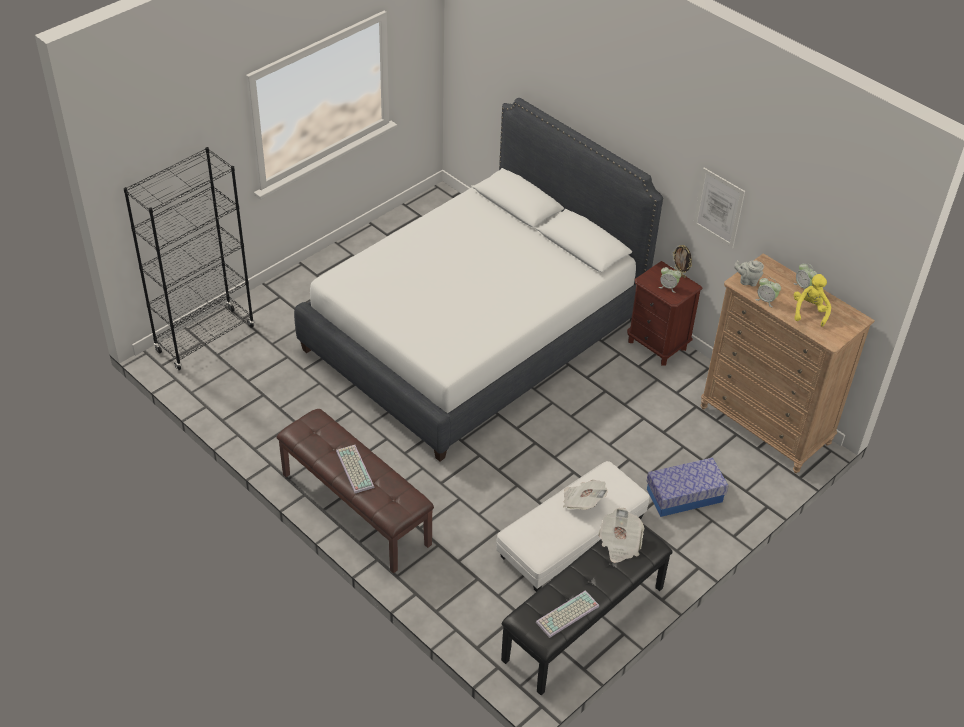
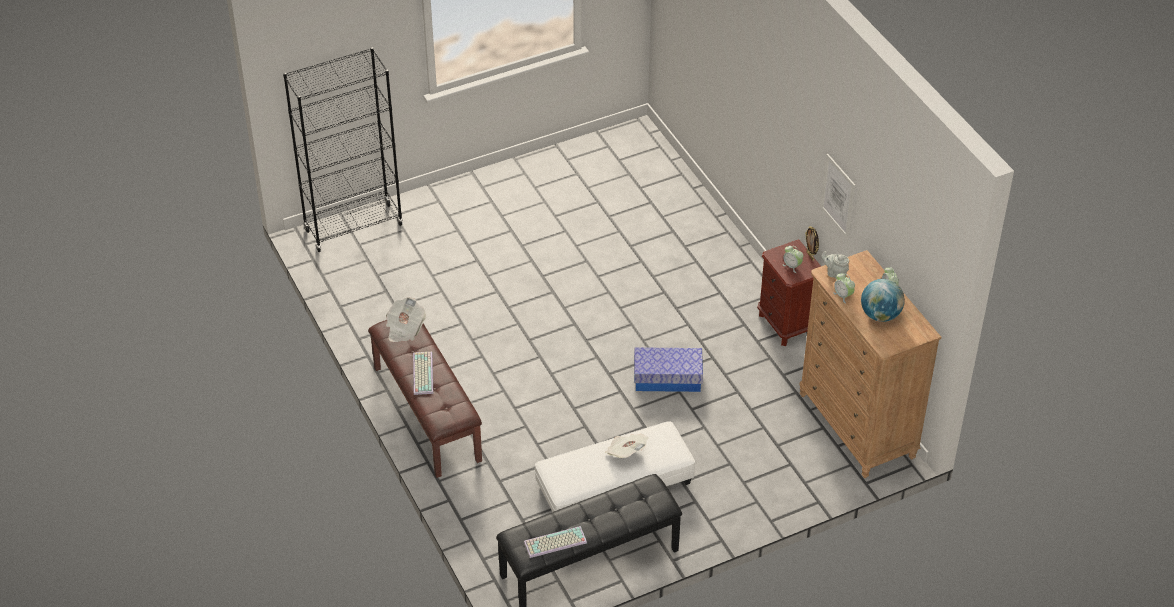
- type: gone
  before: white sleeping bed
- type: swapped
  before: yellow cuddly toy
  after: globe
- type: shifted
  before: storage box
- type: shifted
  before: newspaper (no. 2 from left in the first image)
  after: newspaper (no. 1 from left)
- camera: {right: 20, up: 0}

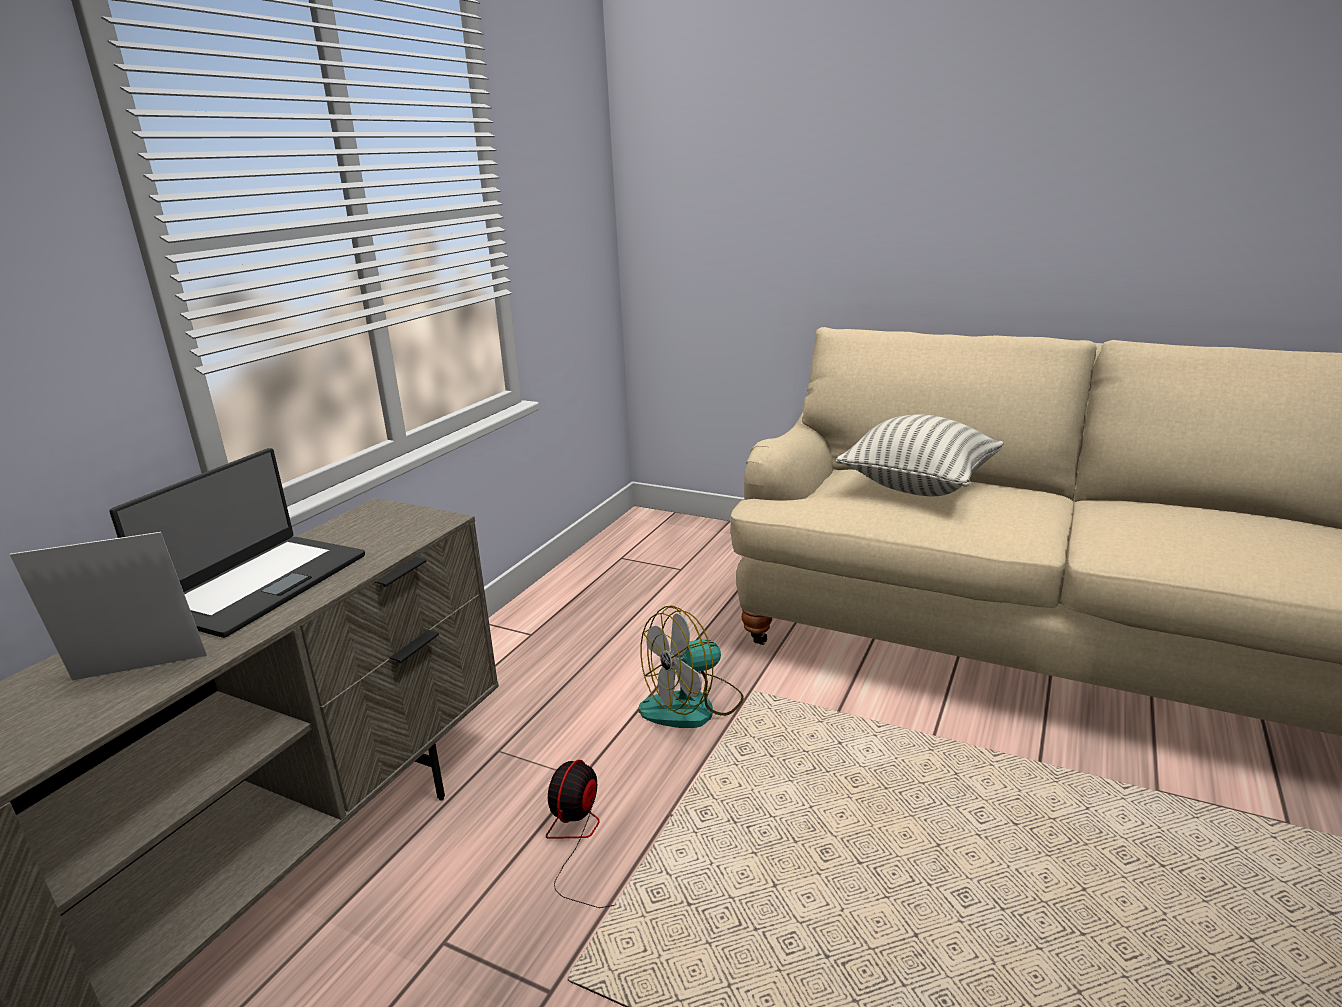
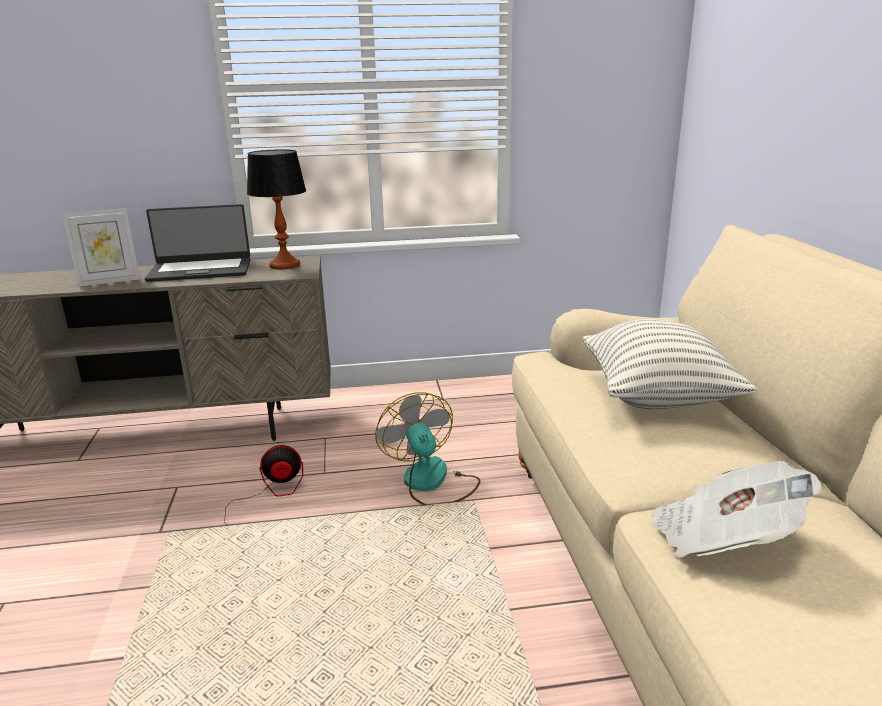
- type: rotated
  before: standing frame
  turn: 120
- type: rotated
  before: fan (no. 2 from left)
  turn: 45
- type: new
  after: table lamp
- type: new
  after: newspaper
- camera: {right: 55, up: 0}

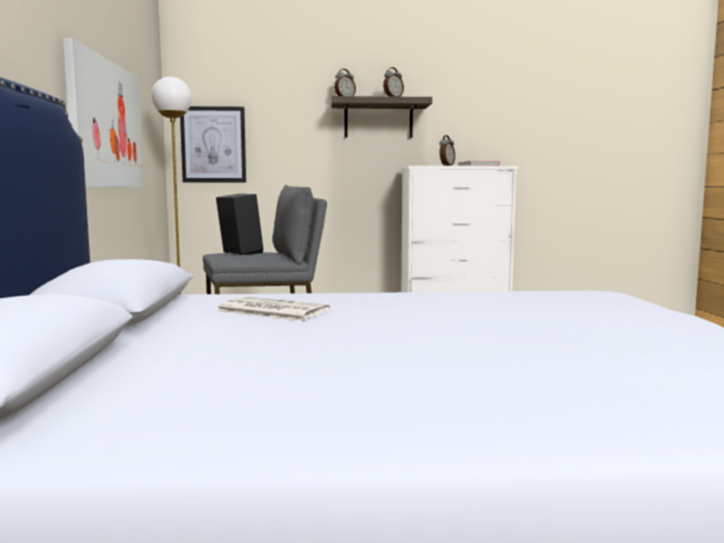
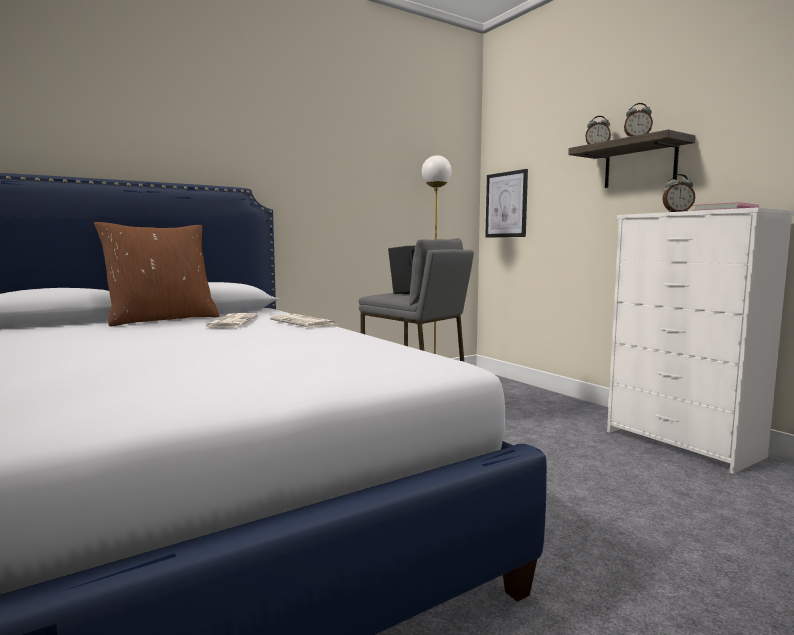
- type: gone
  before: wall art (no. 1 from left)
- type: new
  after: brownish cushion
- type: new
  after: newspaper (no. 2 from left)
- camera: {right: 60, up: 0}

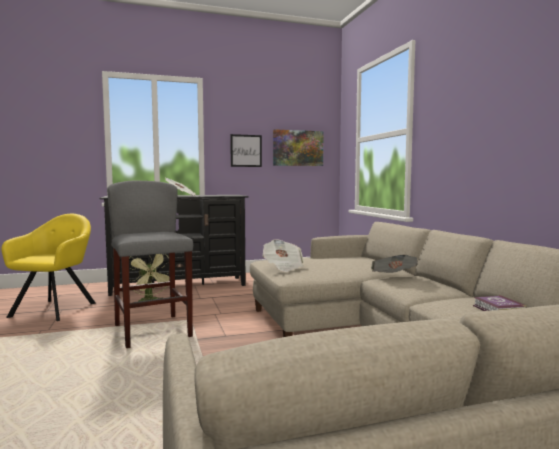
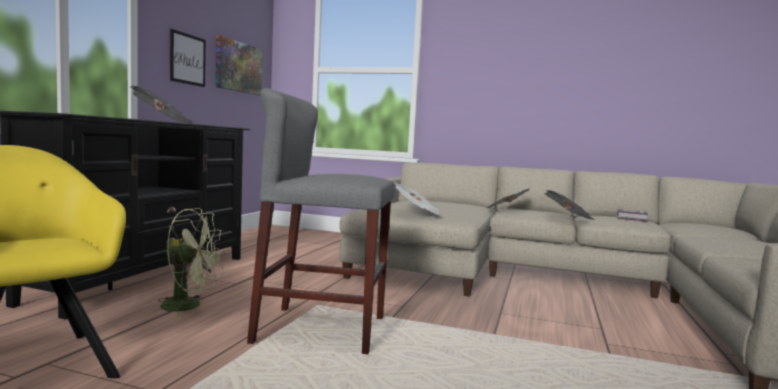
- type: new
  after: newspaper (no. 4 from left)
- camera: {right: -55, up: 0}

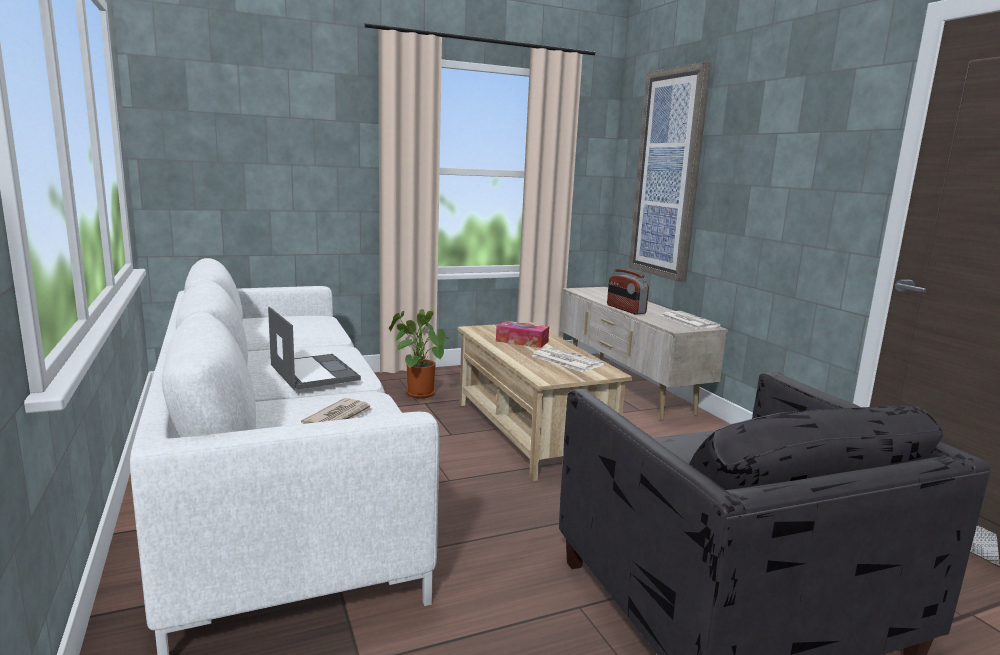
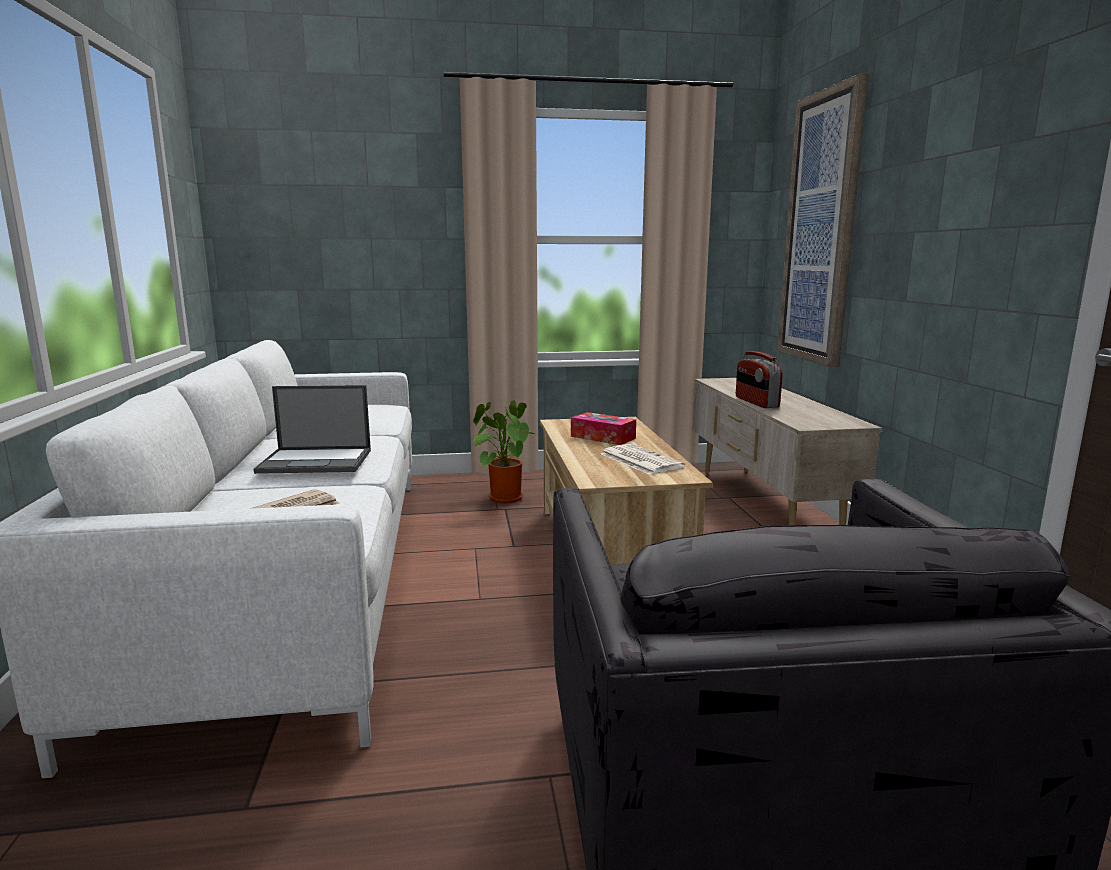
- type: rotated
  before: laptop
  turn: 105
- type: gone
  before: newspaper (no. 3 from left)
- camera: {right: 15, up: 0}

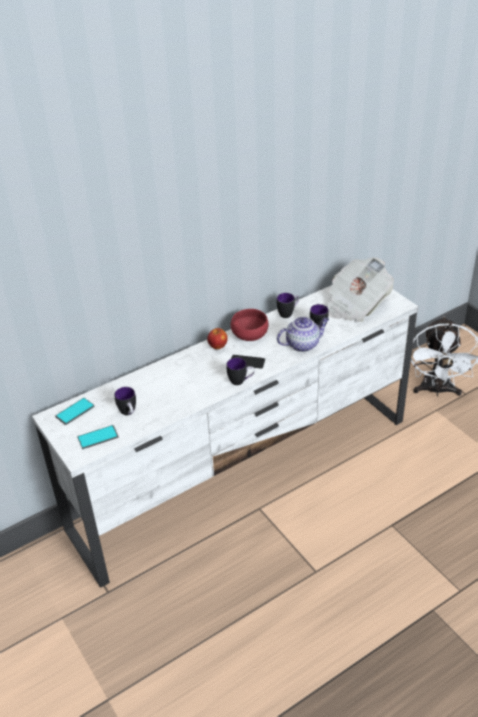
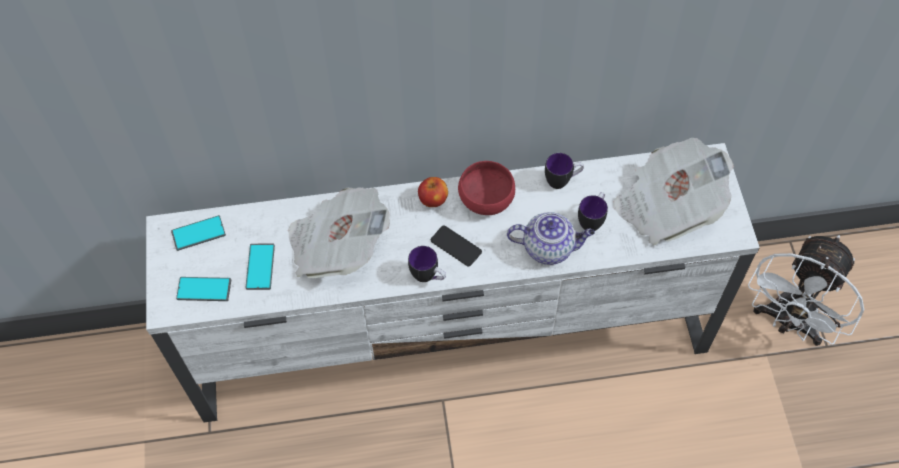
- type: swapped
  before: tea mug (no. 1 from left)
  after: phone (no. 3 from left)
- type: new
  after: newspaper (no. 1 from left)
- camera: {right: 25, up: 20}

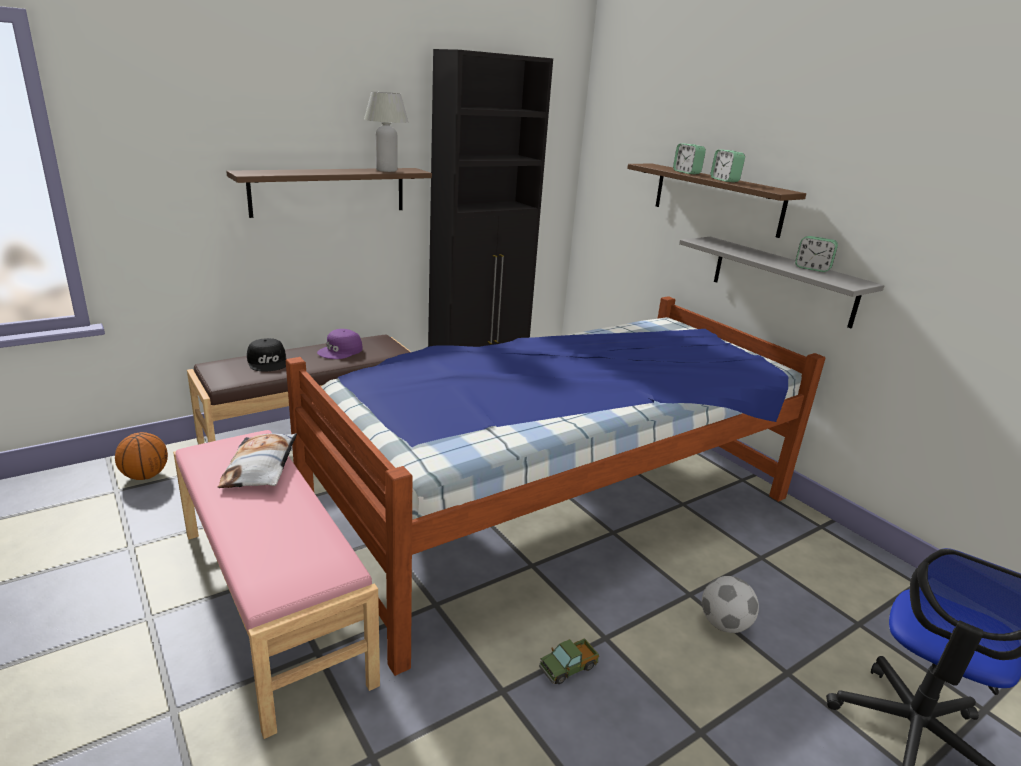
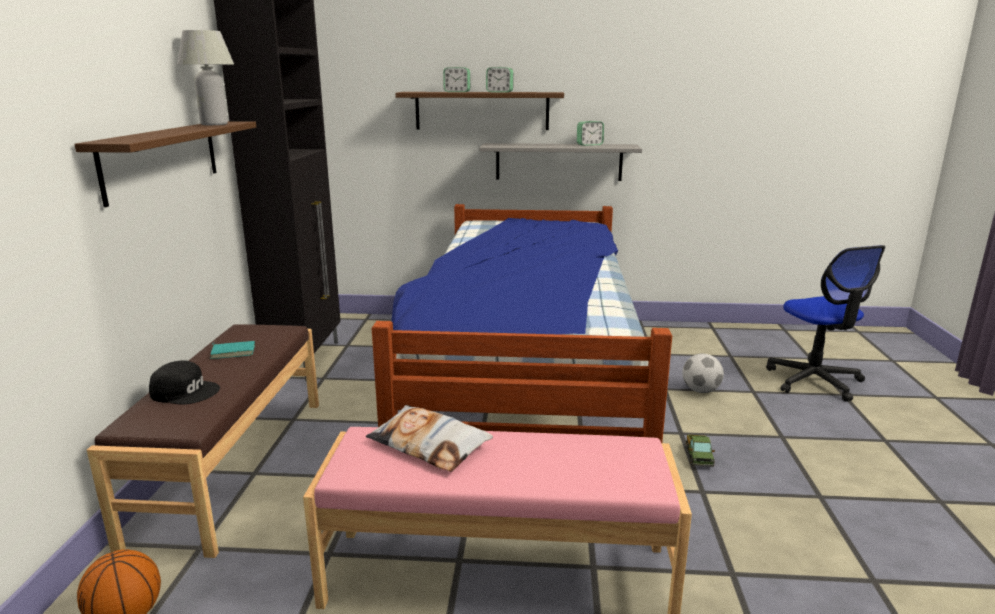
- type: swapped
  before: purplish cap
  after: turquoise volume
- camera: {right: -50, up: -5}

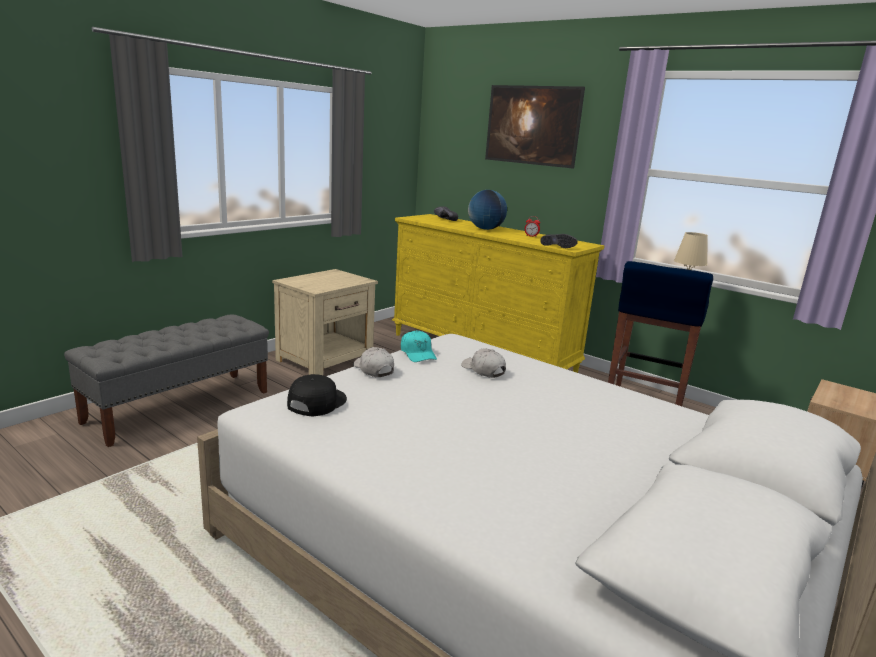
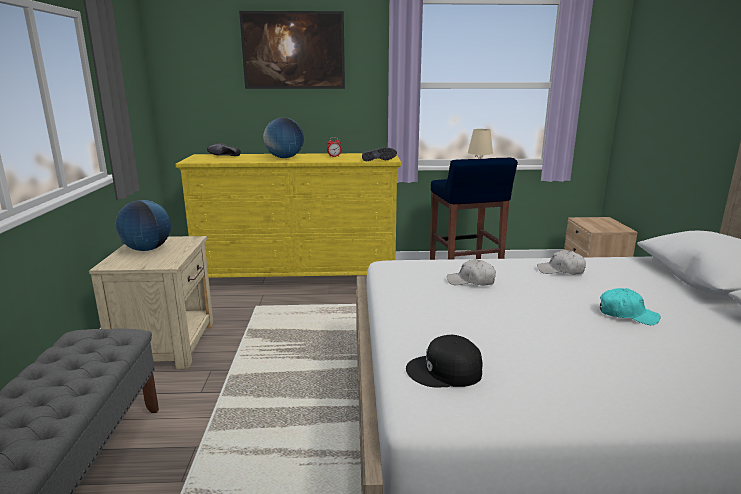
- type: shifted
  before: turquoise cap
- type: shifted
  before: white cap (no. 1 from left in the first image)
  after: white cap (no. 2 from left)
- type: rotated
  before: black-coloured cap
  turn: -75
- type: new
  after: globe (no. 1 from left)
- camera: {right: -40, up: 0}

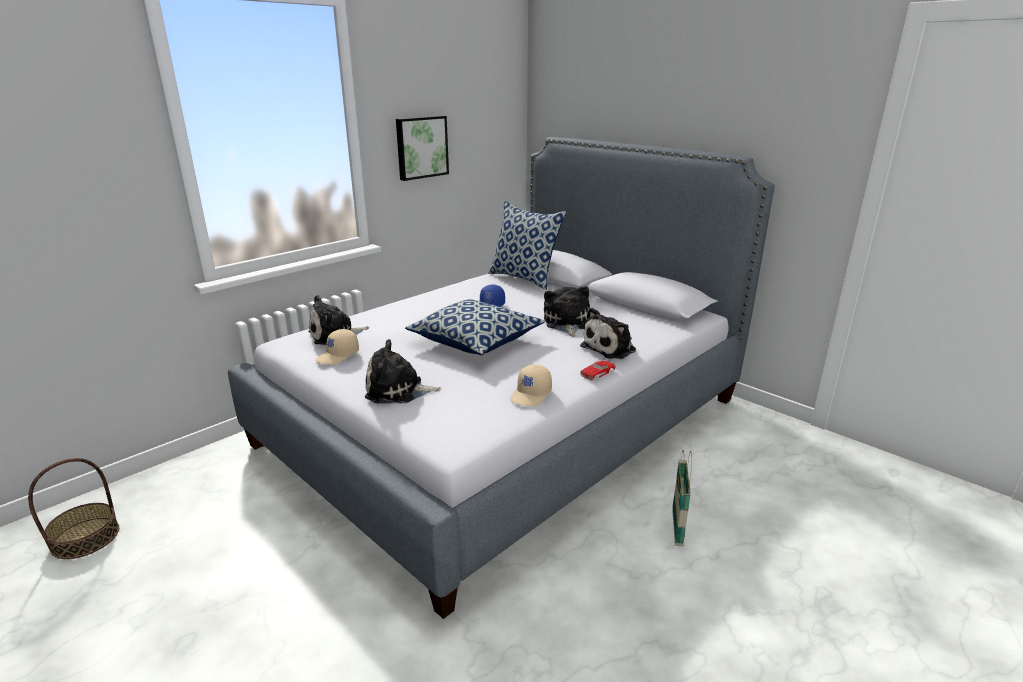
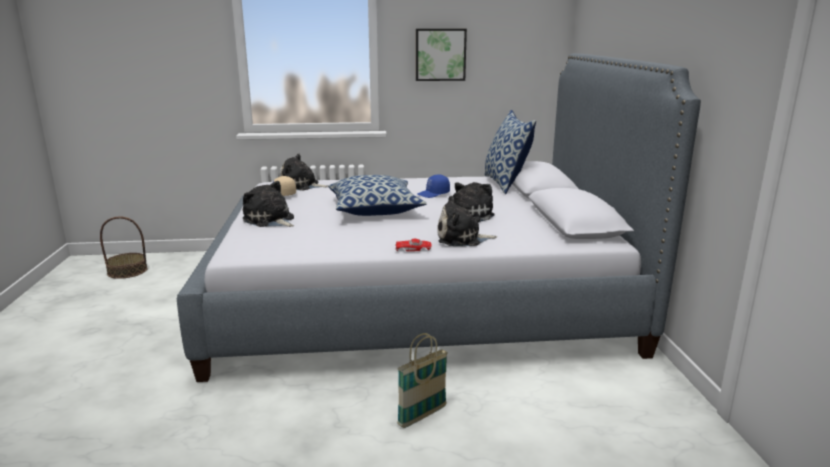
- type: gone
  before: beige-coloured cap (no. 2 from left)
- camera: {right: 40, up: -5}

